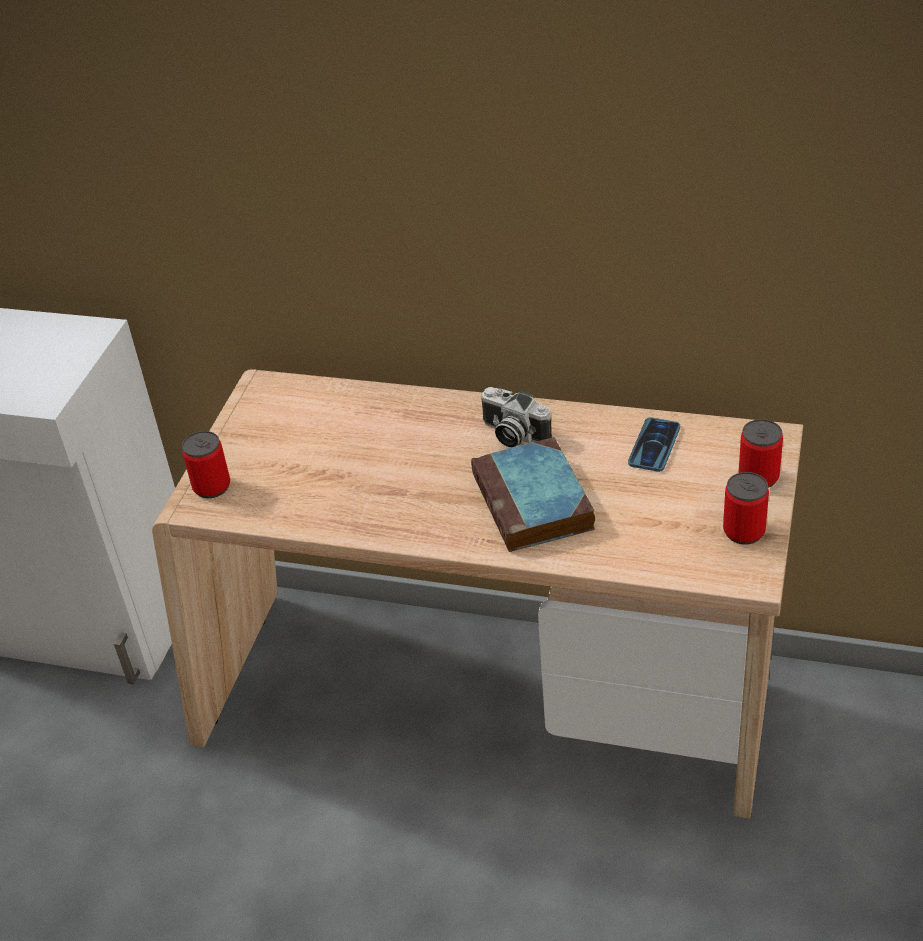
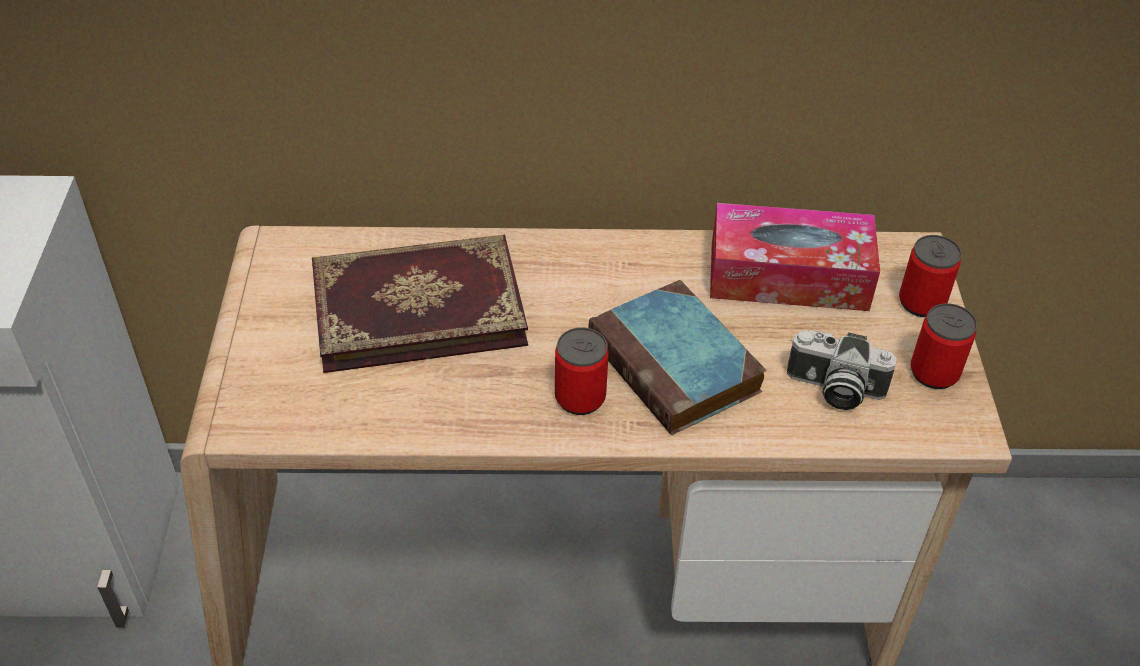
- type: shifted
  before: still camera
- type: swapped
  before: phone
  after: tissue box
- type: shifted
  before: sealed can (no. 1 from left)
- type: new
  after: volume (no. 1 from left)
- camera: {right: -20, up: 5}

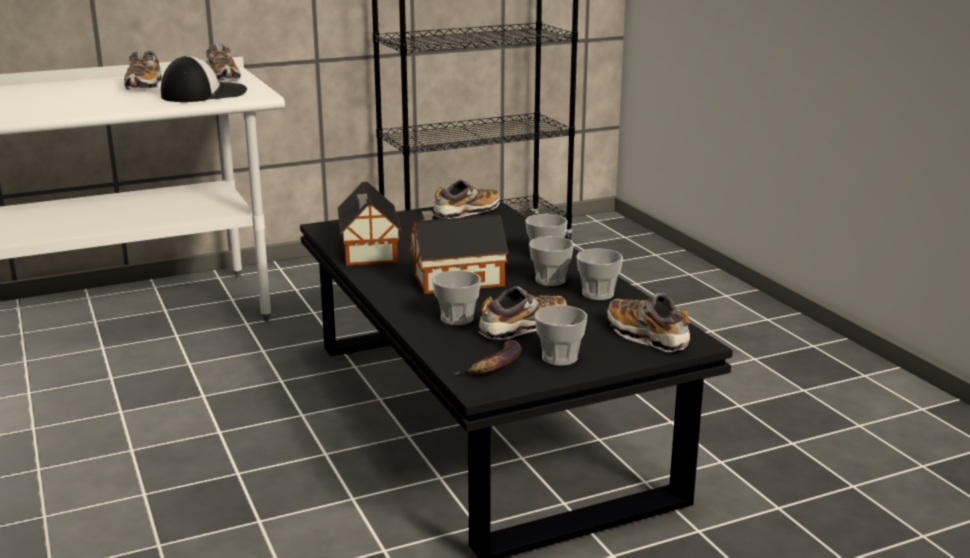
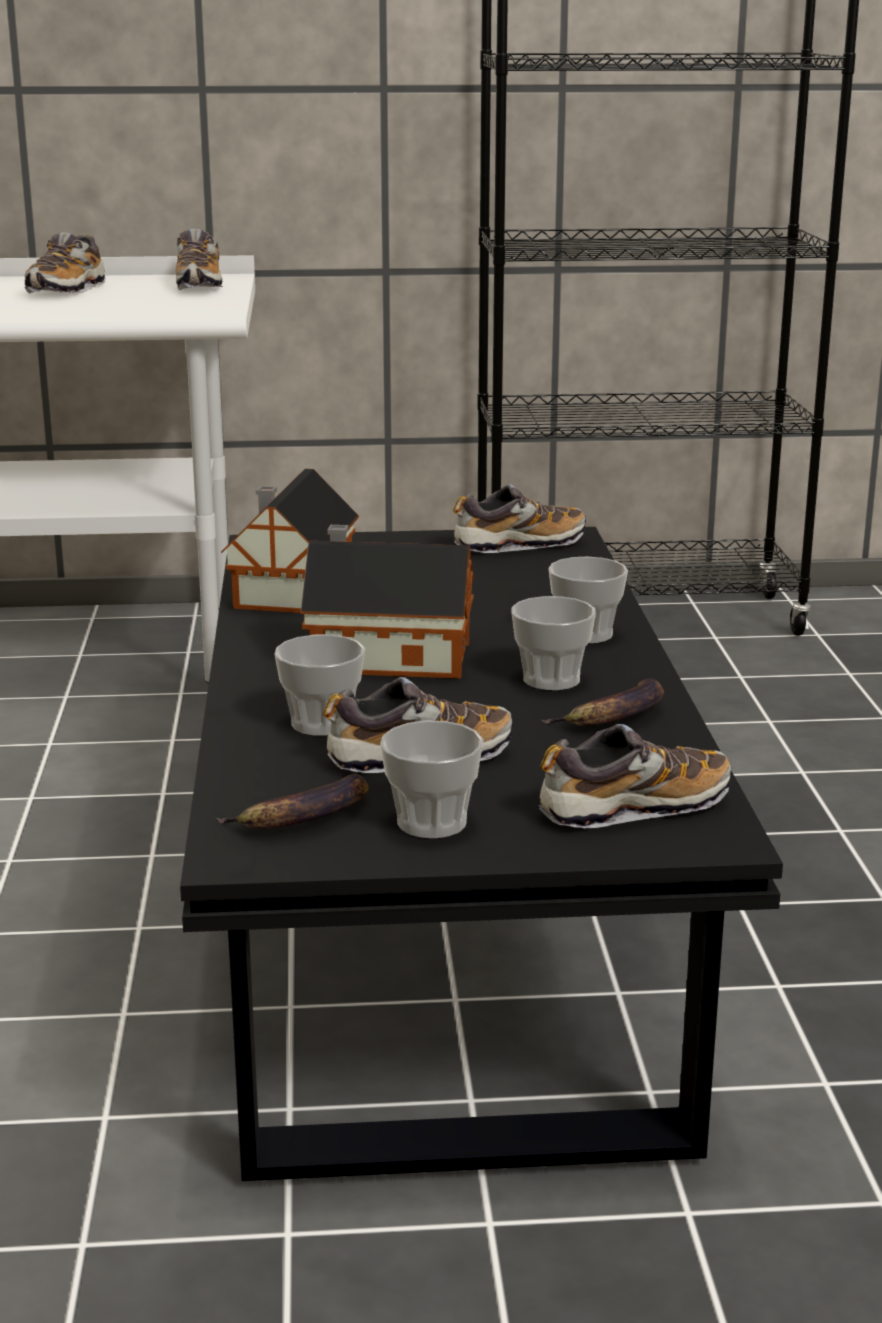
- type: gone
  before: cap
- type: swapped
  before: drinking cup (no. 5 from left)
  after: banana (no. 2 from left)
- type: rotated
  before: shoe (no. 5 from left)
  turn: 90
- camera: {right: 20, up: 0}

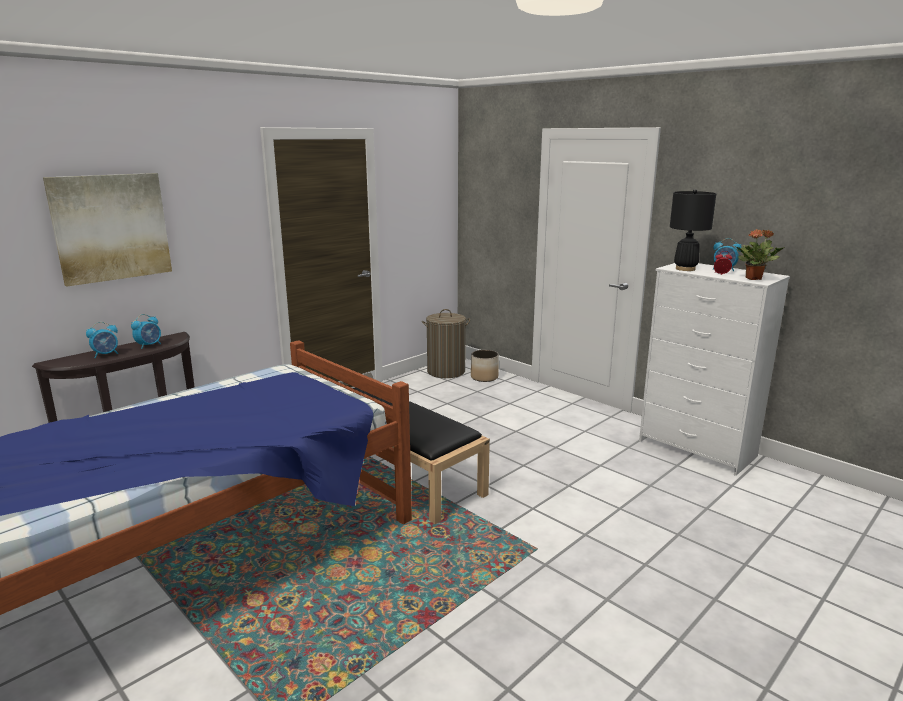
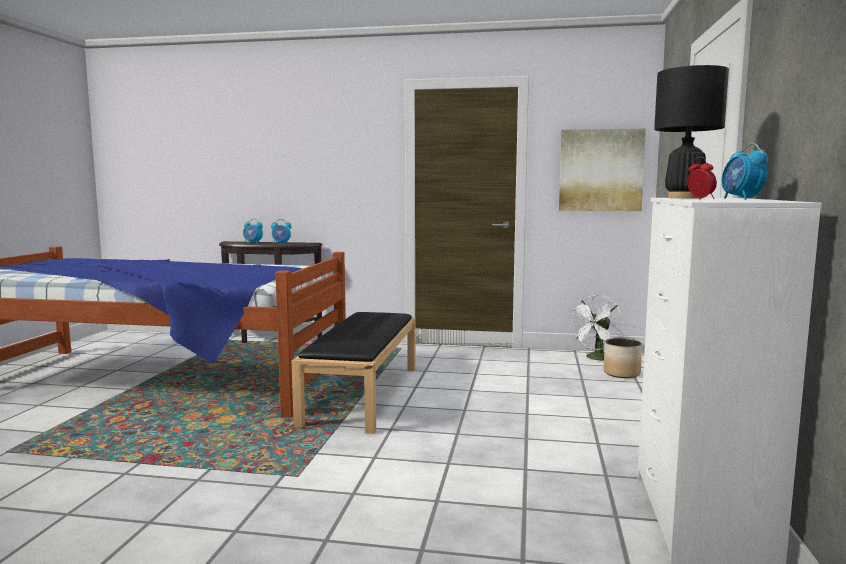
- type: shifted
  before: wall art
- type: gone
  before: potted plant
- type: swapped
  before: washing basket
  after: white fan
- camera: {right: 55, up: -10}

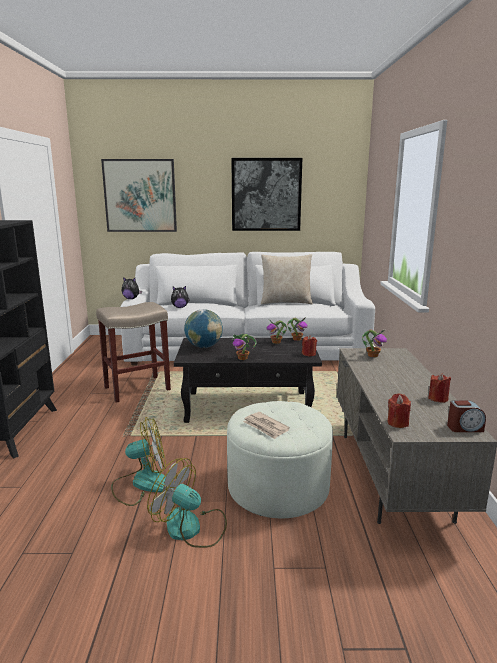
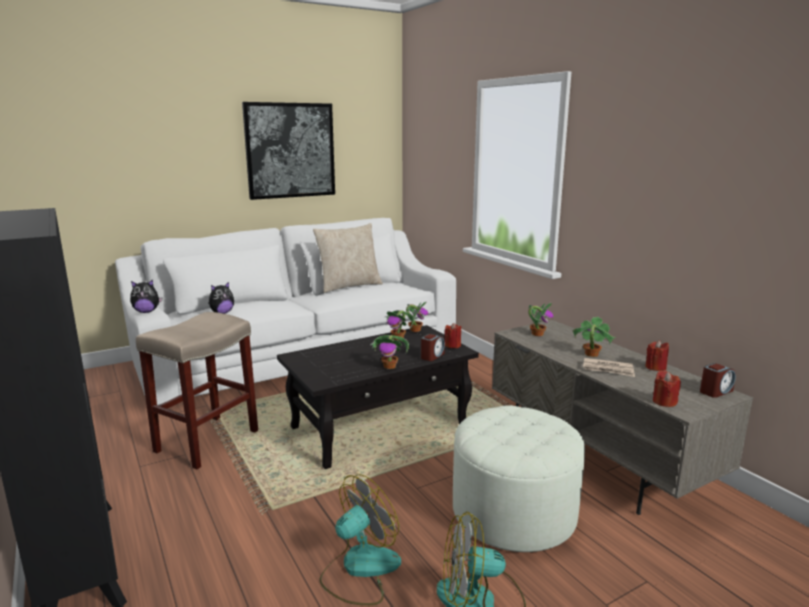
- type: gone
  before: wall art (no. 1 from left)
- type: gone
  before: globe
- type: shifted
  before: newspaper
- type: new
  after: potted plant (no. 5 from left)
- type: new
  after: bedside clock (no. 1 from left)
- camera: {right: -30, up: 0}

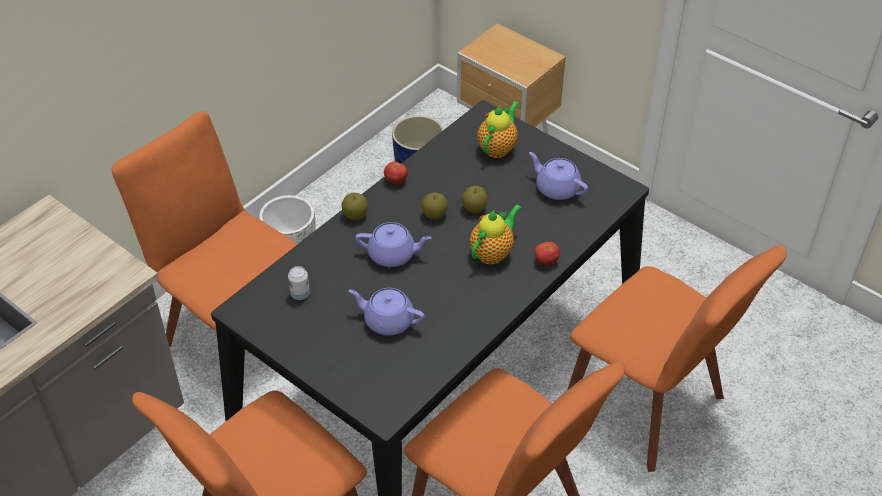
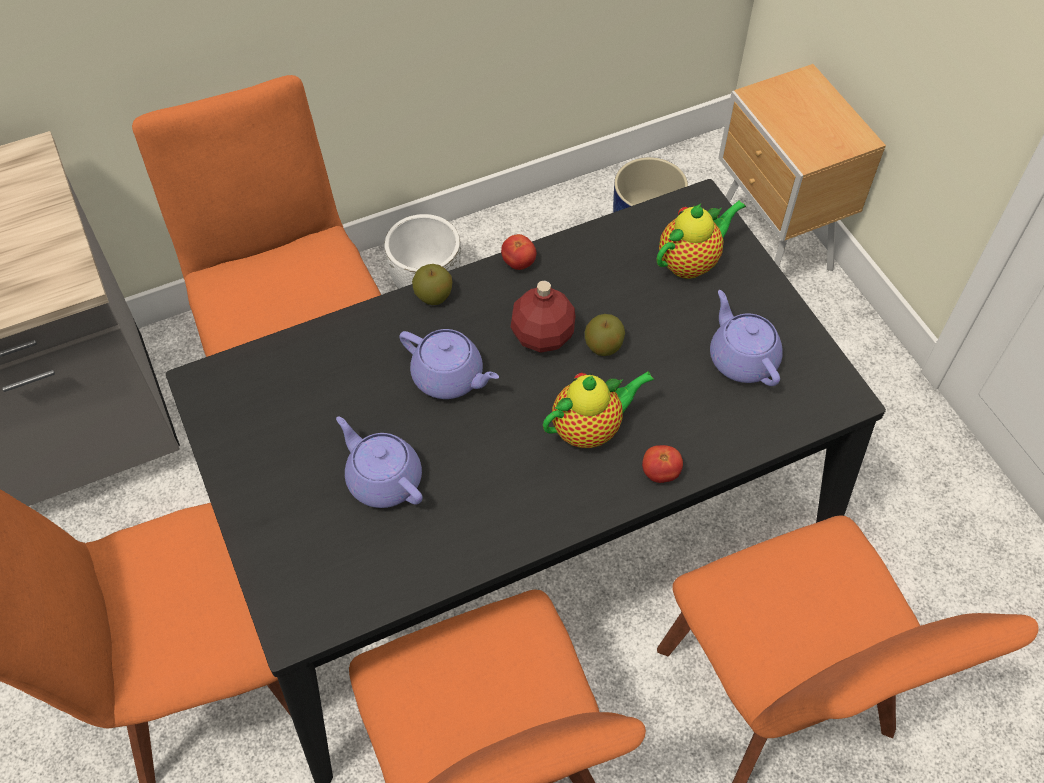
- type: swapped
  before: whole apple (no. 2 from left)
  after: reddish drink bottle
- type: gone
  before: sealed can
- camera: {right: 25, up: 10}

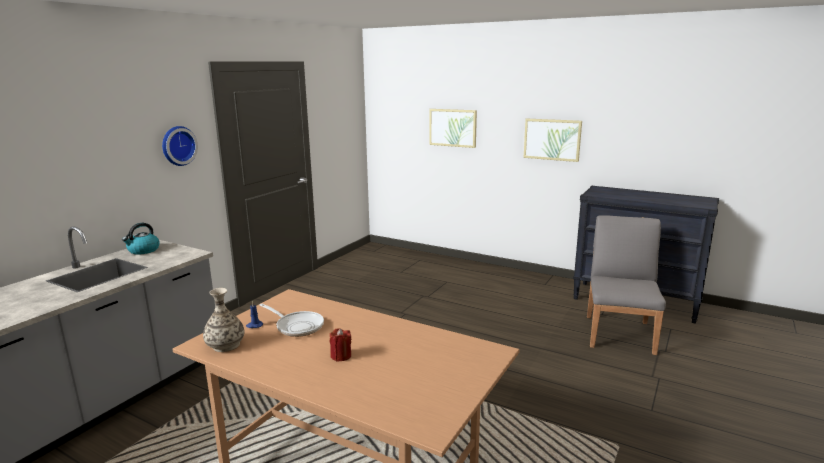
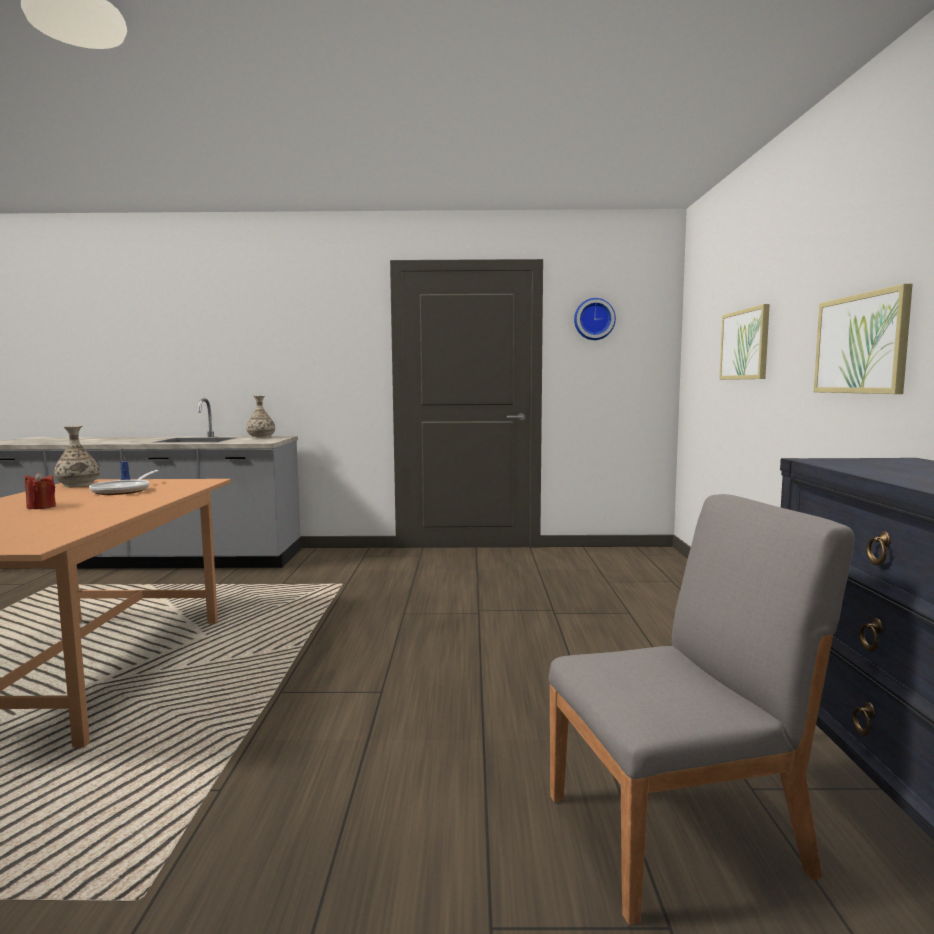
- type: shifted
  before: wall clock
- type: swapped
  before: water kettle
  after: decorative vase (no. 2 from left)
- camera: {right: 60, up: -10}

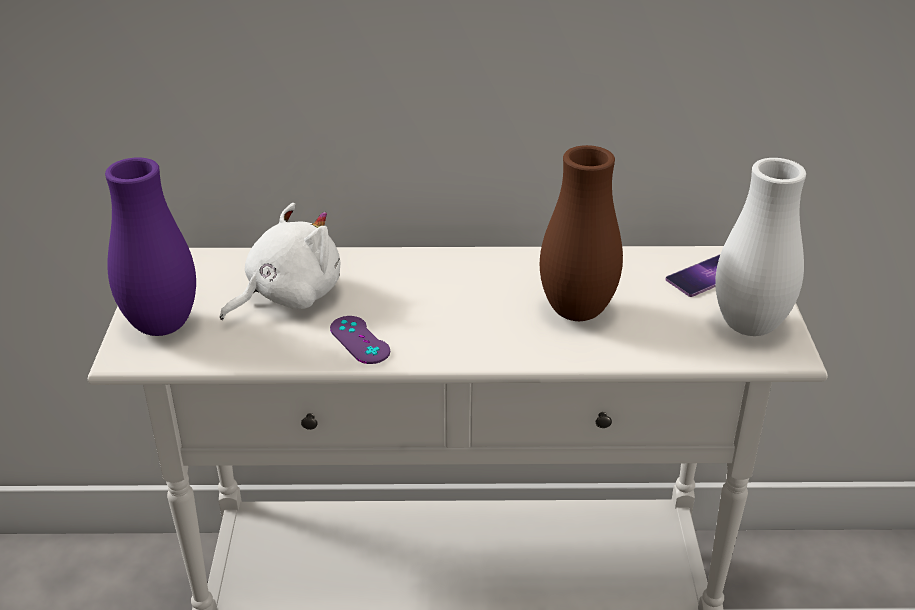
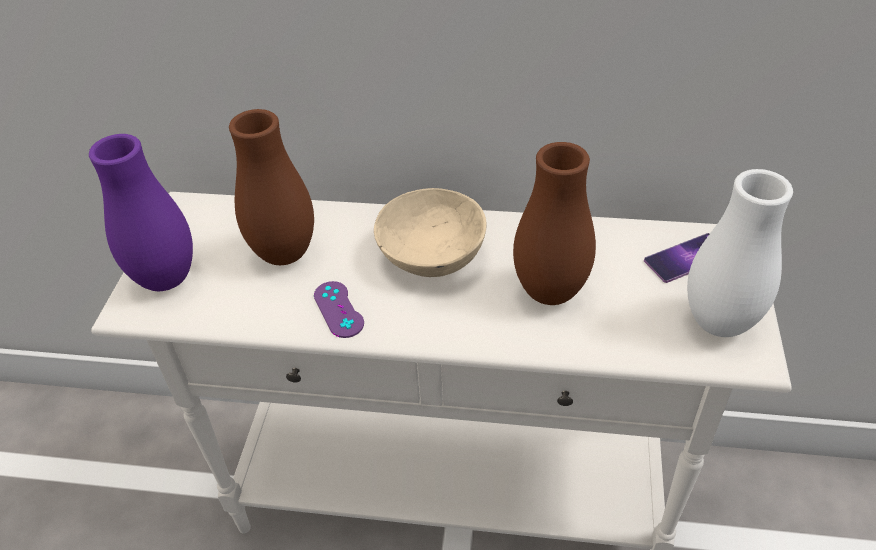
- type: swapped
  before: white cuddly toy
  after: brownish decorative vase (no. 1 from left)
- type: new
  after: beige-coloured serving bowl
- camera: {right: 10, up: 10}

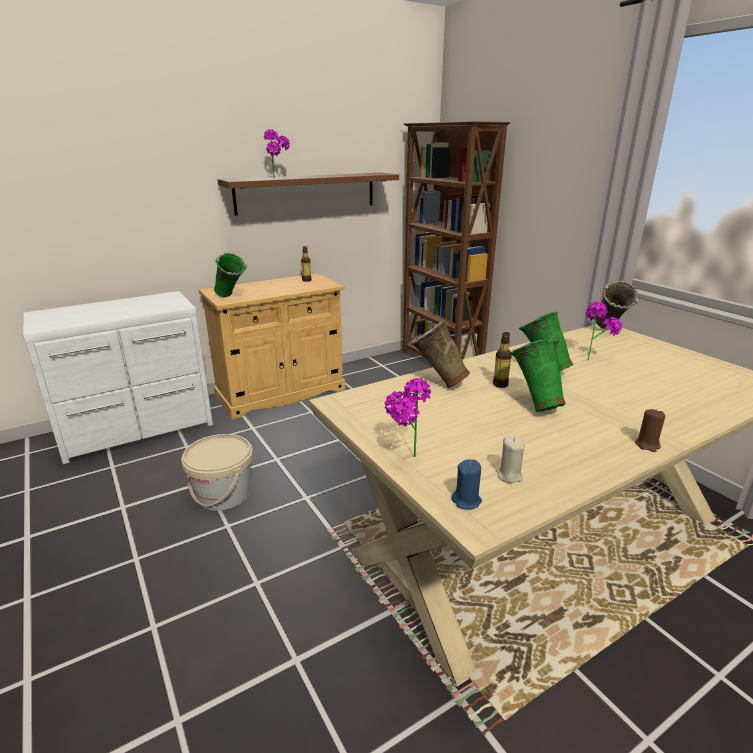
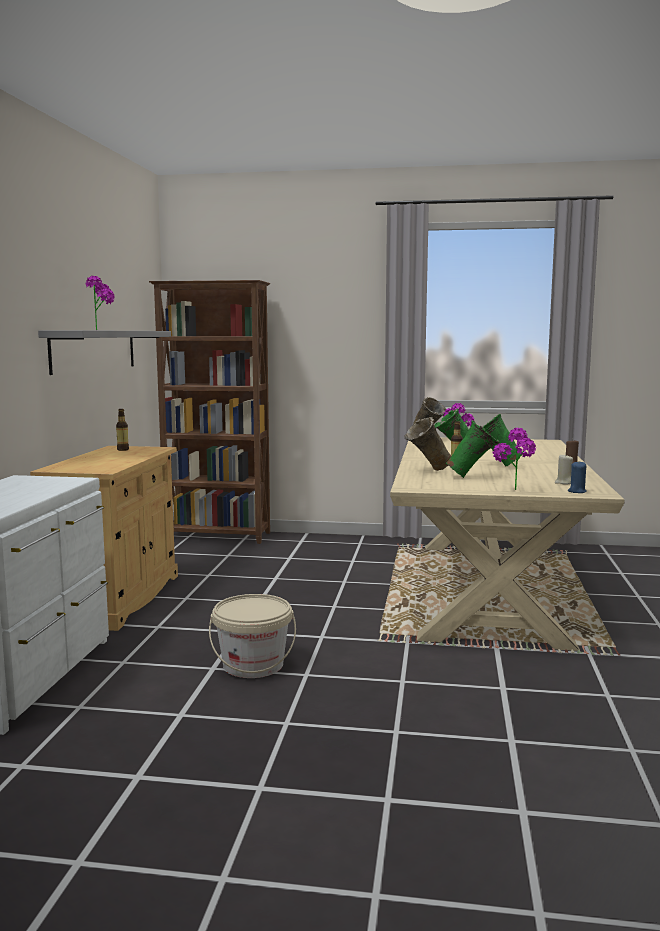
- type: repainted
  before: brownish bracket shelf
  after: gray bracket shelf
- type: shifted
  before: green decorative vase (no. 1 from left in the first image)
  after: green decorative vase (no. 2 from left)
- camera: {right: -50, up: -15}

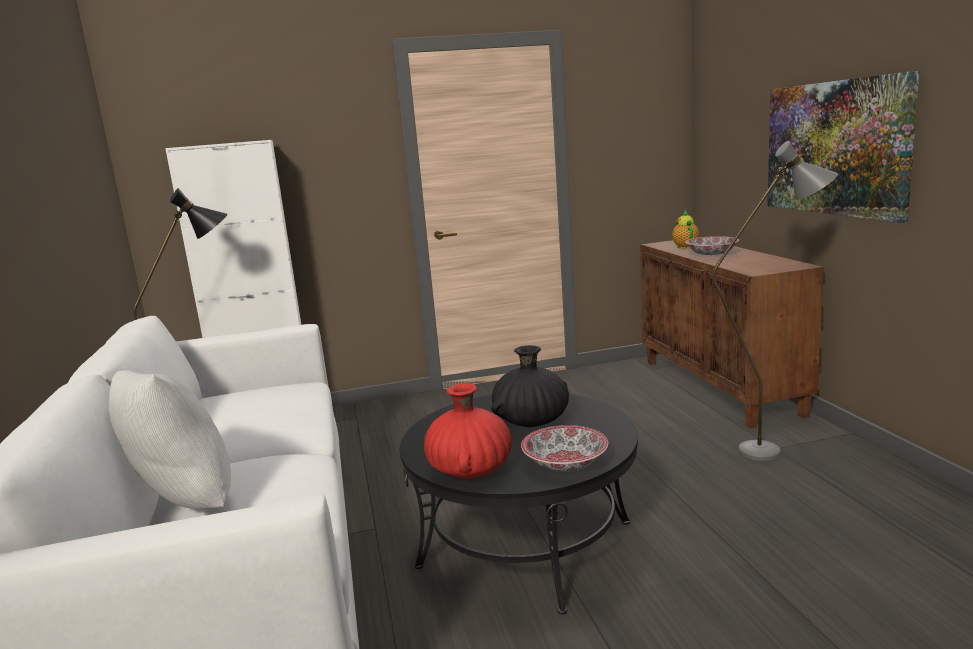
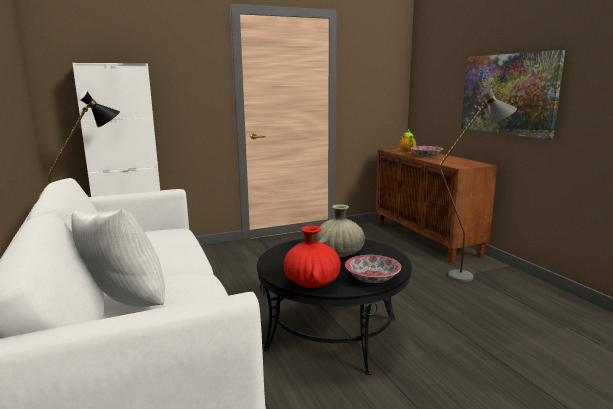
- type: repainted
  before: black-coloured decorative vase
  after: beige-coloured decorative vase
- camera: {right: -10, up: 0}

